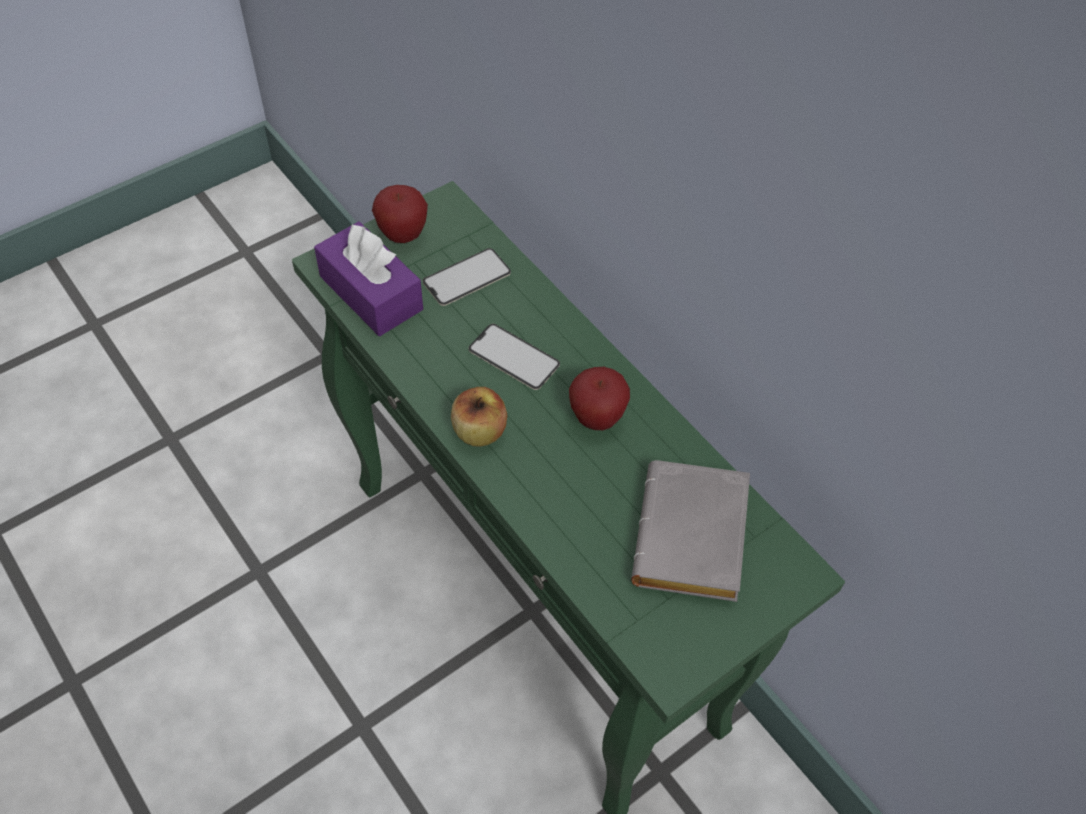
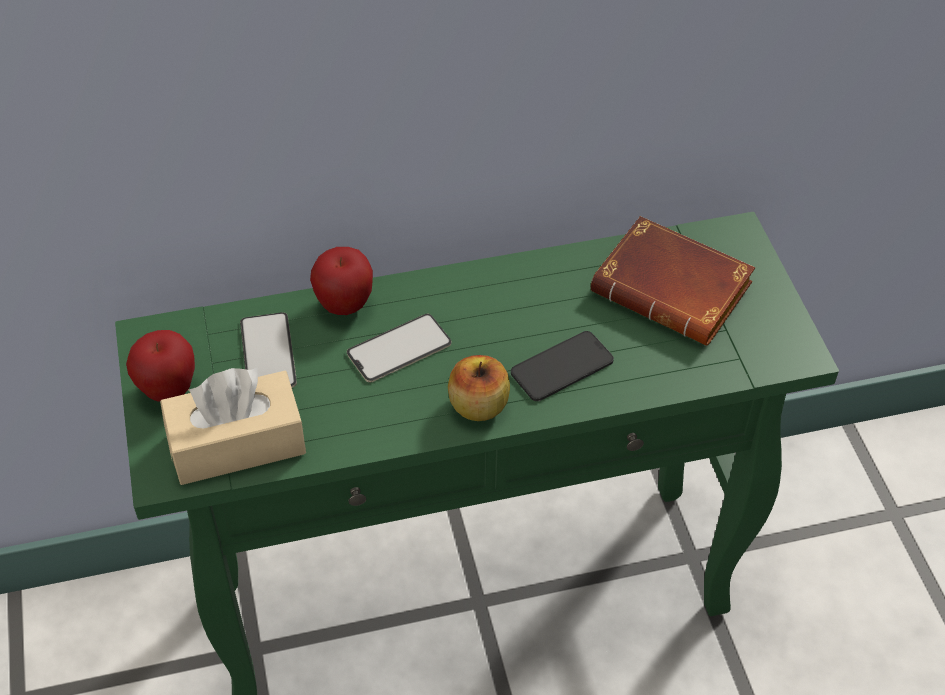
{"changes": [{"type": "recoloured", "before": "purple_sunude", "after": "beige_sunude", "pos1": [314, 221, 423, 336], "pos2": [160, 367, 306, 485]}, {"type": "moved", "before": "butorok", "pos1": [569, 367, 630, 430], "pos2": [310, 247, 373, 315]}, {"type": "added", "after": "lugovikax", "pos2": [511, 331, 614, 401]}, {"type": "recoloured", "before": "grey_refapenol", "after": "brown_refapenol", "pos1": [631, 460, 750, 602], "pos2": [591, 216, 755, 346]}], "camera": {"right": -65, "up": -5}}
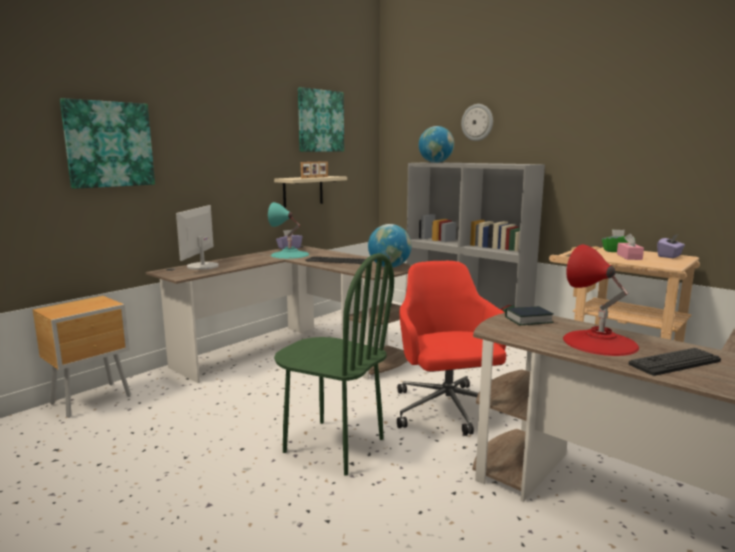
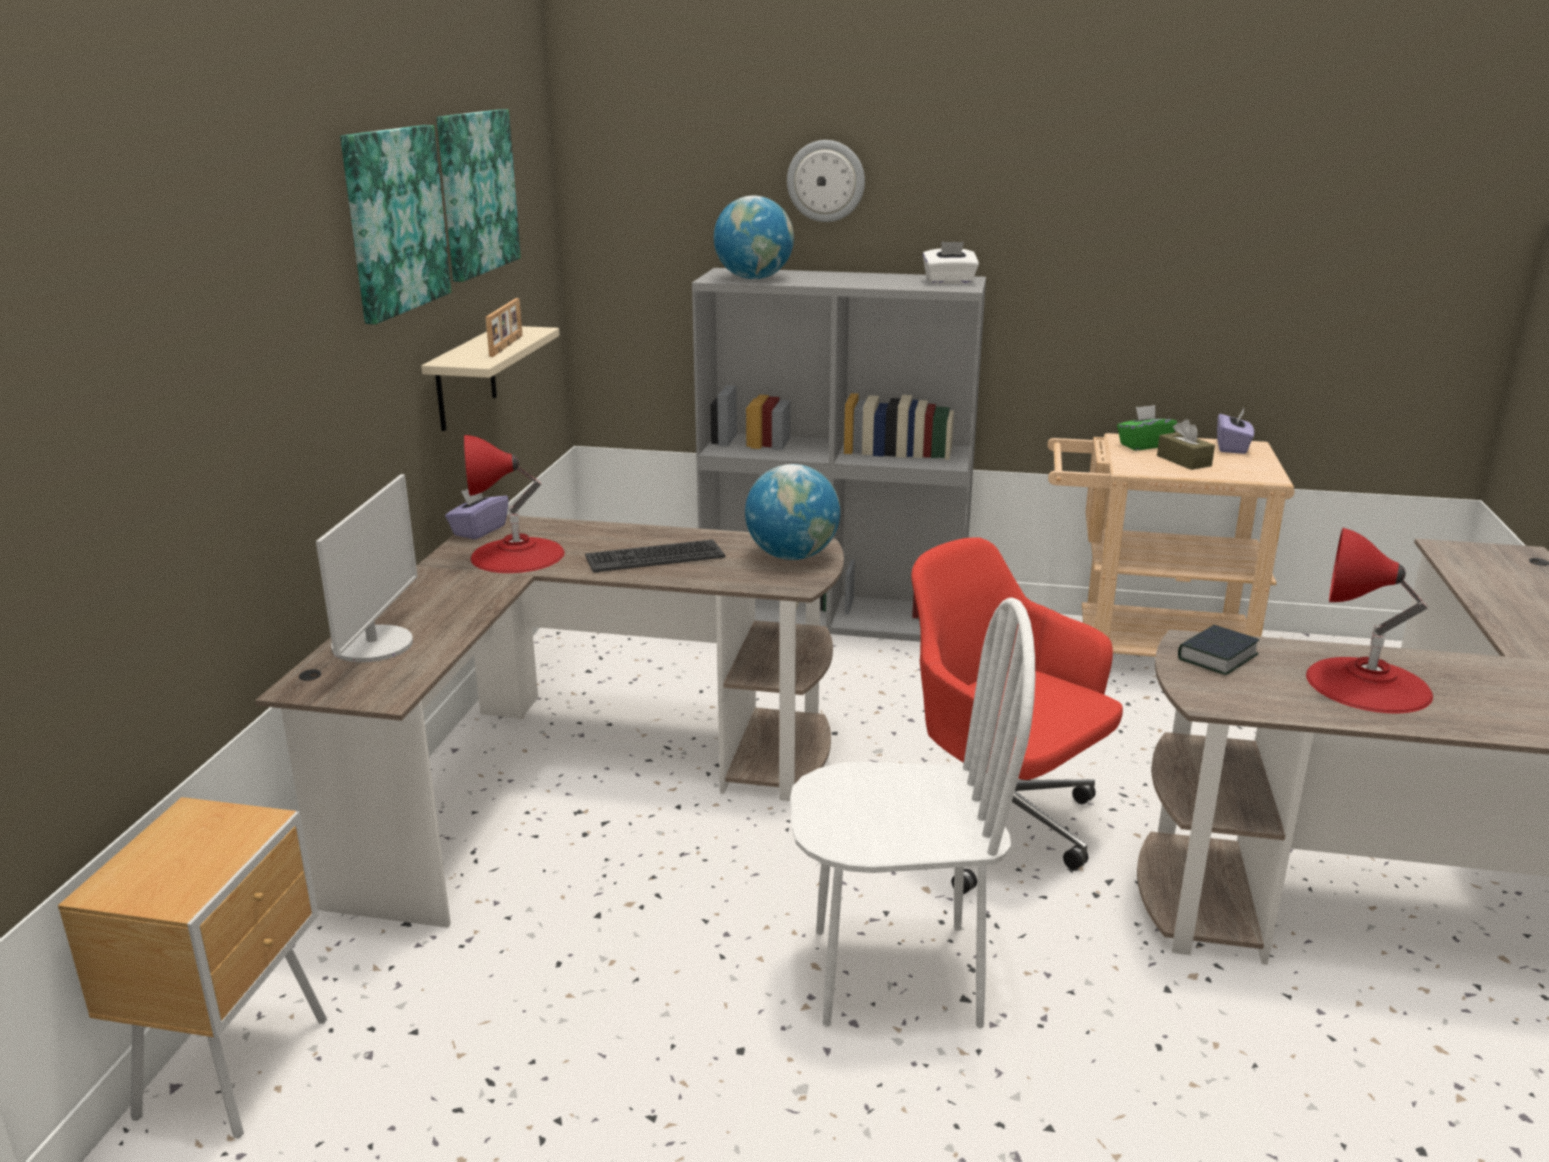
{"changes": [{"type": "turned", "before": "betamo", "pos1": [176, 205, 219, 270], "pos2": [316, 474, 418, 662], "turn": -150}, {"type": "moved", "before": "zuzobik", "pos1": [60, 98, 155, 189], "pos2": [340, 125, 451, 324]}, {"type": "recoloured", "before": "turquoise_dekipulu", "after": "red_dekipulu", "pos1": [268, 202, 309, 259], "pos2": [464, 435, 565, 573]}, {"type": "recoloured", "before": "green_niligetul", "after": "white_niligetul", "pos1": [274, 253, 394, 476], "pos2": [790, 597, 1035, 1028]}, {"type": "added", "after": "white_sunude", "pos2": [923, 241, 979, 284]}, {"type": "recoloured", "before": "pink_sunude", "after": "brown_sunude", "pos1": [617, 233, 644, 260], "pos2": [1157, 419, 1215, 470]}, {"type": "removed", "before": "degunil", "pos1": [628, 348, 721, 376]}], "camera": {"right": -30, "up": 10}}
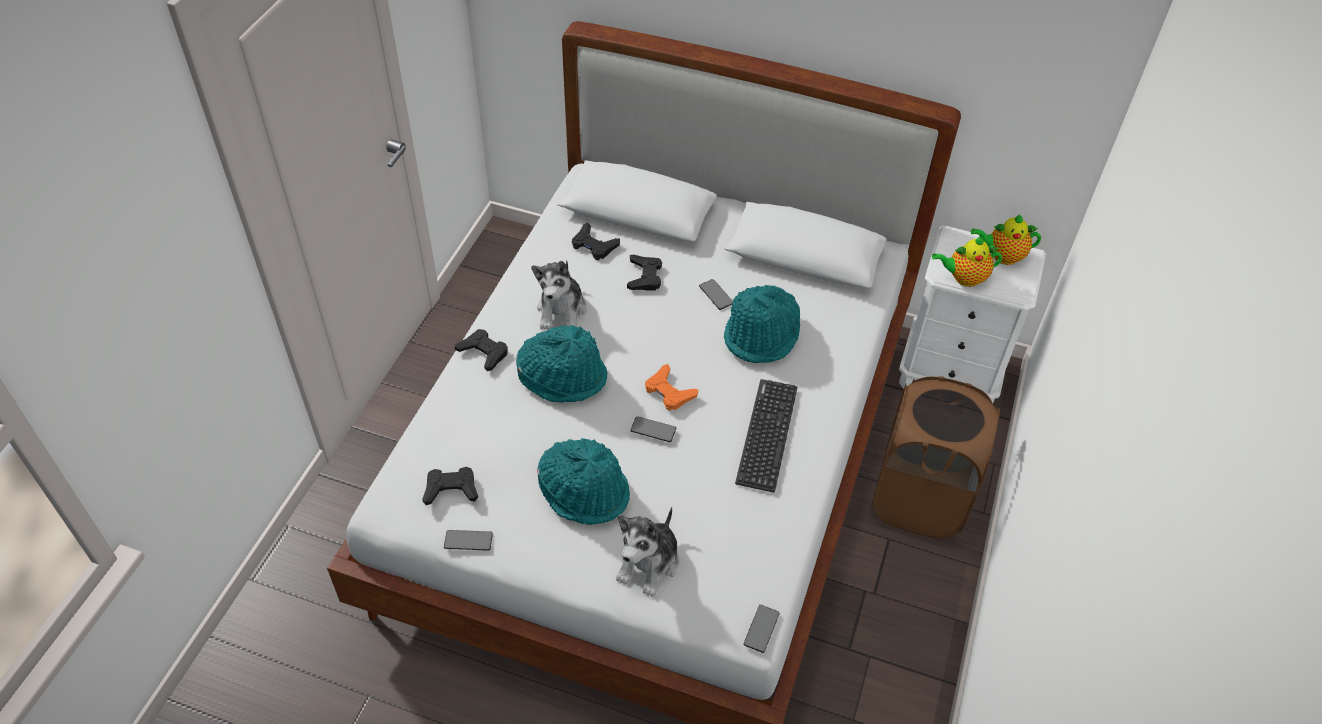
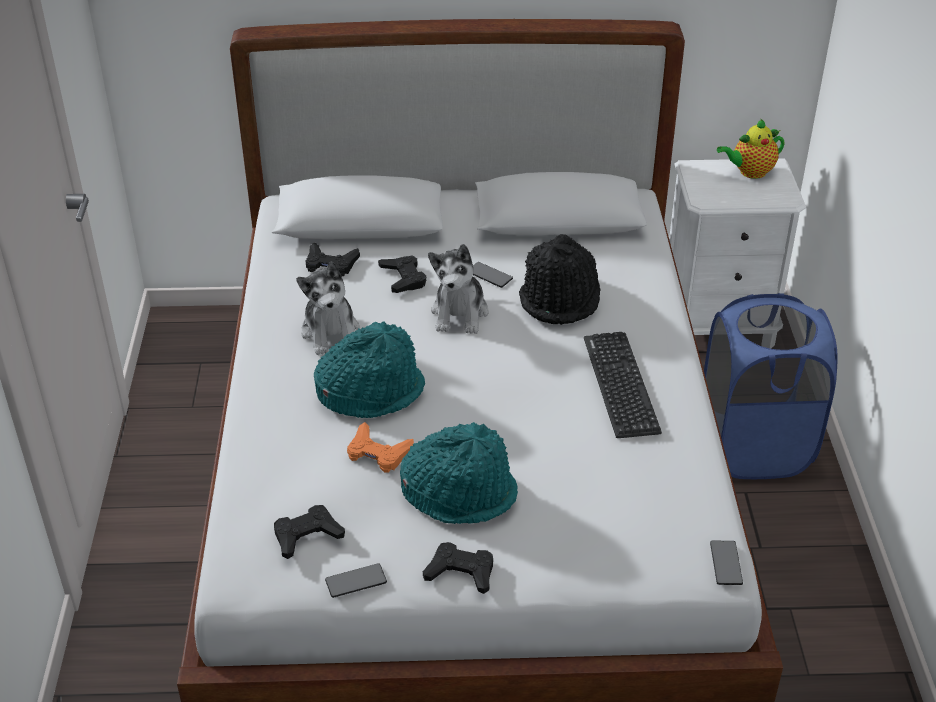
{"changes": [{"type": "moved", "before": "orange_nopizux", "pos1": [645, 364, 698, 411], "pos2": [347, 422, 414, 473]}, {"type": "moved", "before": "black_nopizux", "pos1": [455, 329, 508, 371], "pos2": [423, 542, 493, 594]}, {"type": "moved", "before": "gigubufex", "pos1": [616, 507, 679, 597], "pos2": [428, 244, 489, 334]}, {"type": "recoloured", "before": "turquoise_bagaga", "after": "black_bagaga", "pos1": [724, 285, 800, 363], "pos2": [519, 234, 601, 325]}, {"type": "recoloured", "before": "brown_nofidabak", "after": "blue_nofidabak", "pos1": [871, 376, 1000, 539], "pos2": [704, 293, 838, 479]}, {"type": "removed", "before": "lugovikax", "pos1": [630, 416, 676, 442]}, {"type": "removed", "before": "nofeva", "pos1": [932, 236, 1002, 287]}], "camera": {"right": -20, "up": -10}}
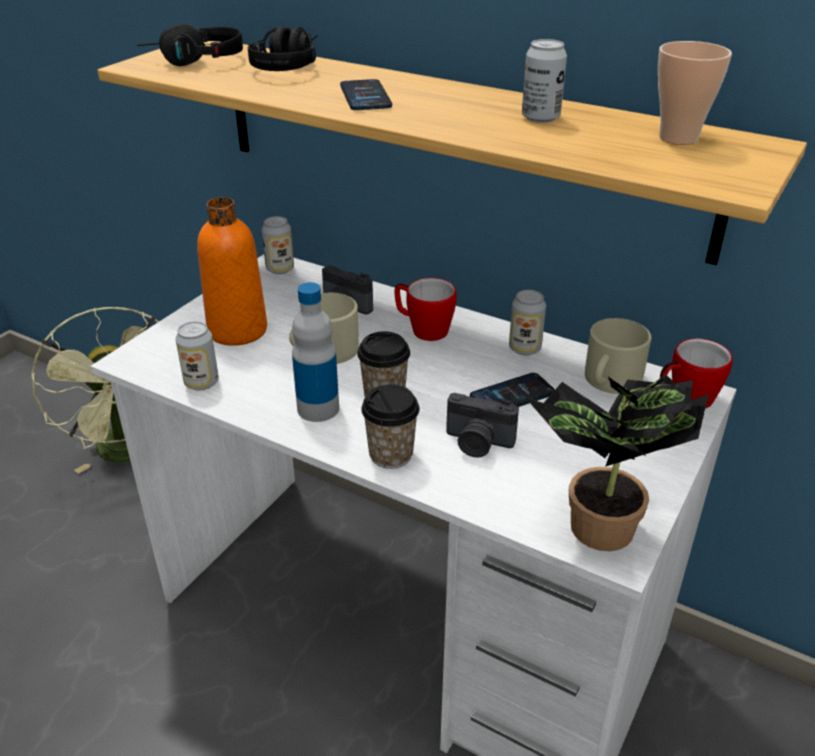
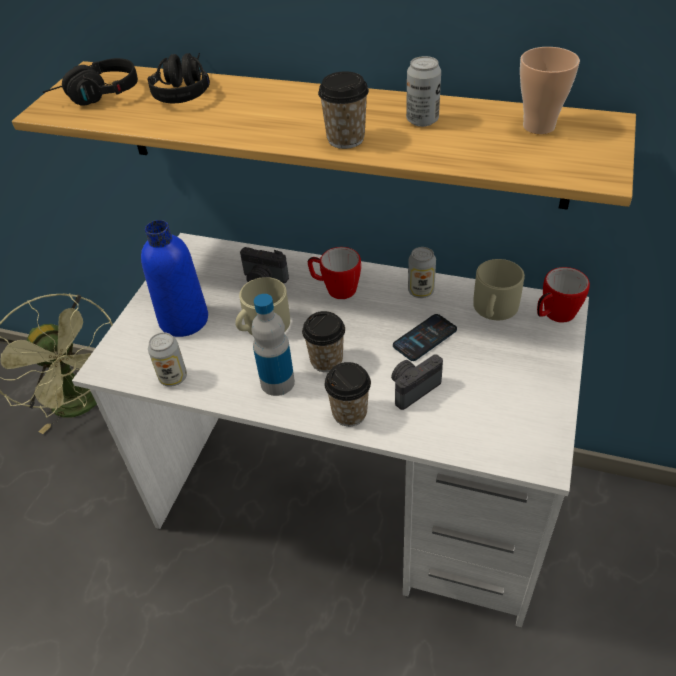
{"changes": [{"type": "recoloured", "before": "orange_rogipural", "after": "blue_rogipural", "pos1": [197, 197, 267, 346], "pos2": [141, 220, 208, 337]}, {"type": "added", "after": "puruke", "pos2": [318, 71, 369, 149]}, {"type": "turned", "before": "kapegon", "pos1": [446, 393, 519, 458], "pos2": [391, 354, 443, 410], "turn": 135}, {"type": "removed", "before": "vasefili", "pos1": [262, 216, 294, 274]}, {"type": "removed", "before": "lugovikax", "pos1": [340, 79, 392, 110]}, {"type": "removed", "before": "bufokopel", "pos1": [526, 374, 709, 551]}], "camera": {"right": -10, "up": 10}}
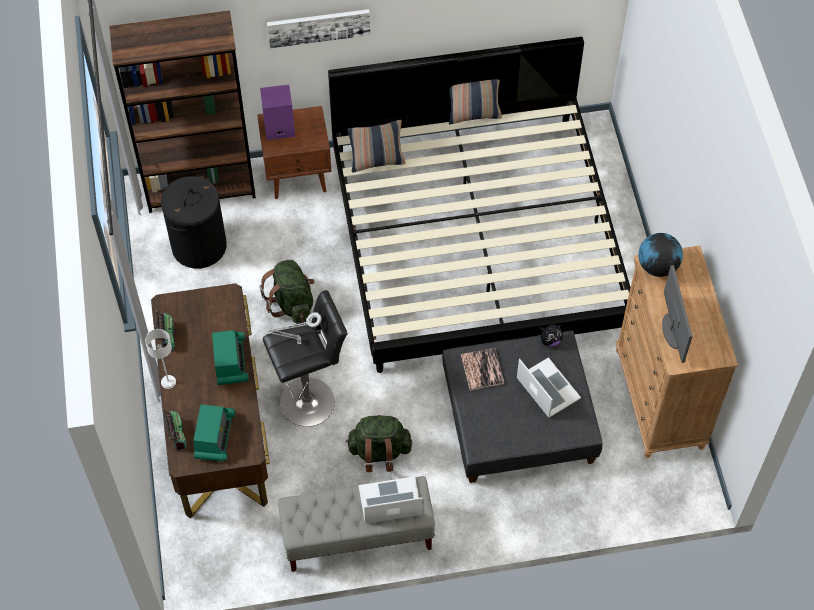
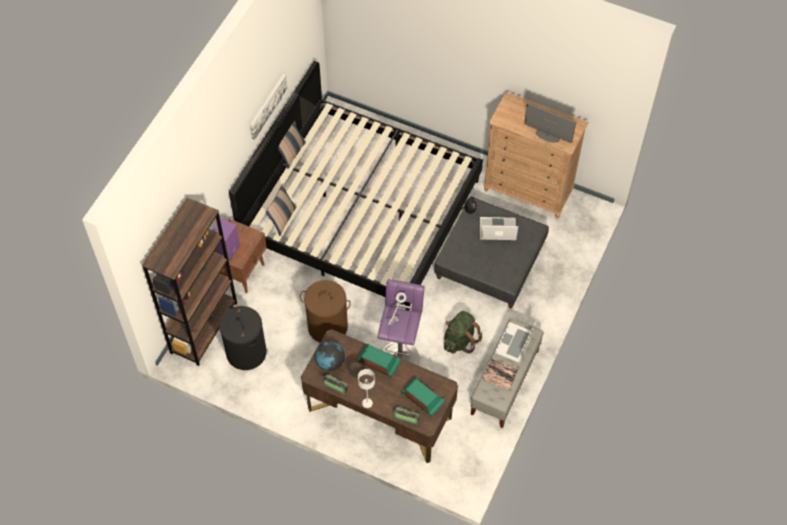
{"changes": [{"type": "moved", "before": "zuzobik", "pos1": [267, 9, 370, 48], "pos2": [250, 74, 287, 140]}, {"type": "replaced", "before": "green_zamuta", "after": "brown_nofidabak", "pos1": [260, 260, 315, 323], "pos2": [300, 280, 351, 343]}, {"type": "moved", "before": "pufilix", "pos1": [639, 233, 683, 277], "pos2": [315, 341, 345, 371]}, {"type": "recoloured", "before": "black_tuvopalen", "after": "purple_tuvopalen", "pos1": [263, 290, 348, 427], "pos2": [377, 279, 425, 365]}, {"type": "moved", "before": "refapenol", "pos1": [461, 348, 504, 390], "pos2": [482, 359, 518, 390]}], "camera": {"right": -55, "up": 0}}
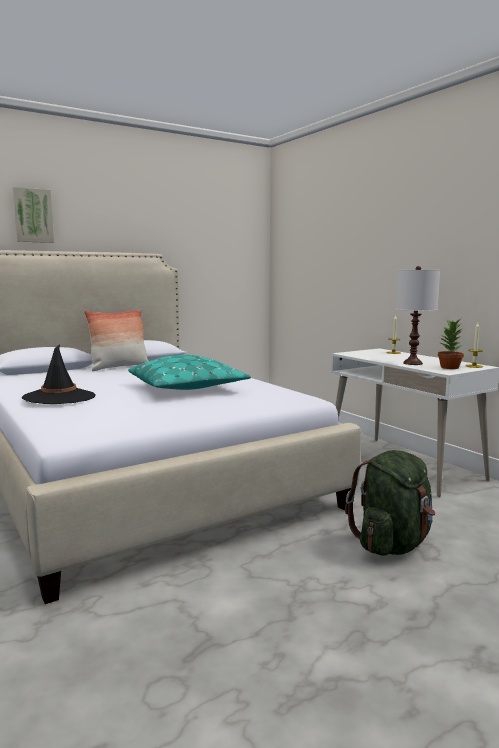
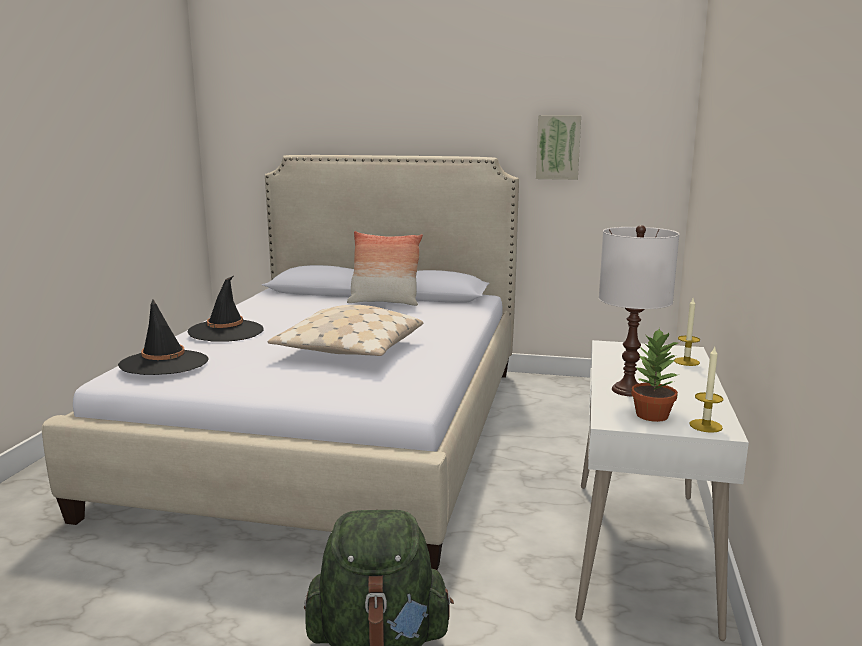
{"changes": [{"type": "added", "after": "black_bagaga", "pos2": [118, 299, 209, 375]}, {"type": "recoloured", "before": "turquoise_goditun", "after": "beige_goditun", "pos1": [128, 355, 251, 390], "pos2": [268, 305, 423, 356]}, {"type": "moved", "before": "zuzobik", "pos1": [13, 187, 54, 243], "pos2": [536, 116, 581, 180]}], "camera": {"right": 45, "up": 5}}
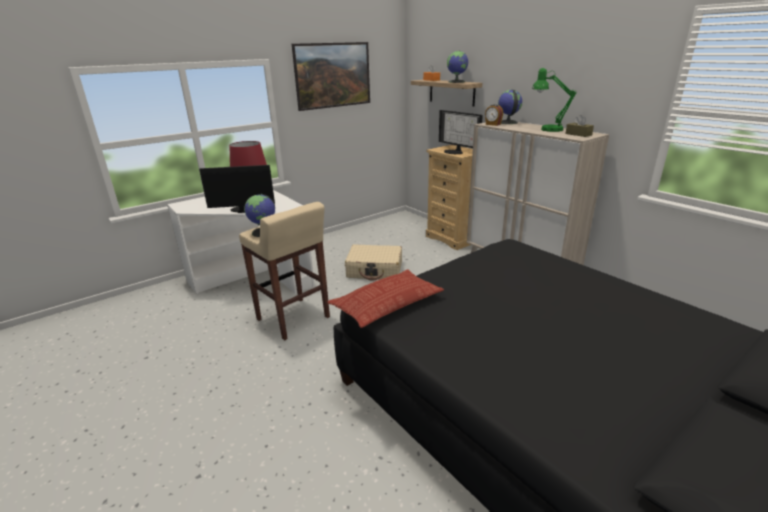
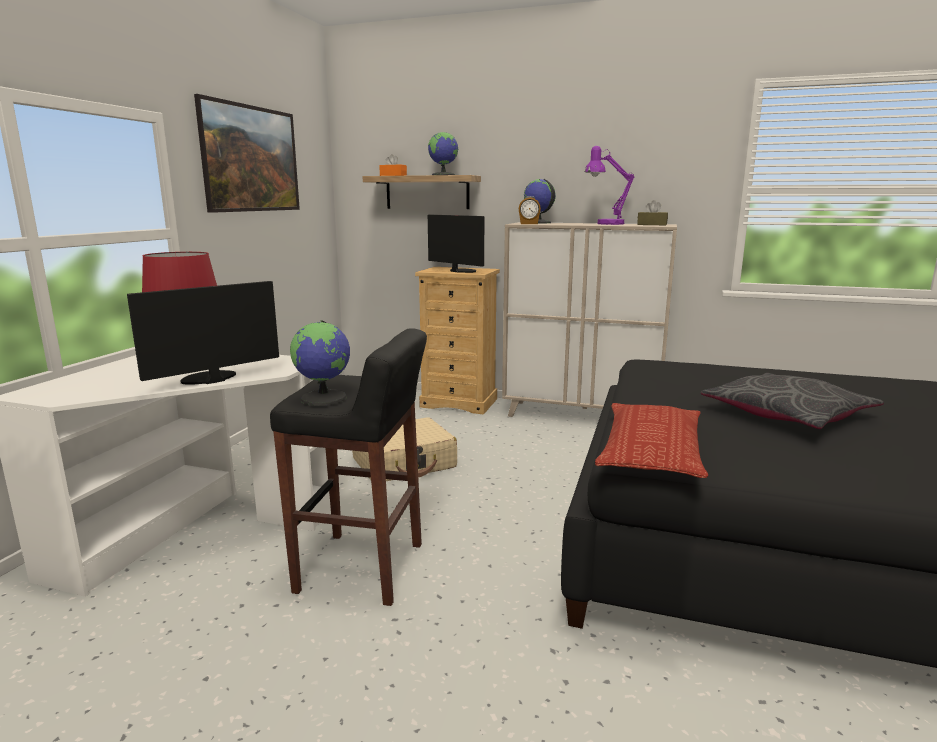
{"changes": [{"type": "recoloured", "before": "beige_tuvopalen", "after": "black_tuvopalen", "pos1": [239, 202, 330, 340], "pos2": [270, 328, 427, 606]}, {"type": "turned", "before": "betamo", "pos1": [439, 110, 483, 154], "pos2": [428, 215, 484, 273], "turn": -150}, {"type": "recoloured", "before": "green_dekipulu", "after": "purple_dekipulu", "pos1": [532, 68, 576, 132], "pos2": [585, 146, 634, 225]}, {"type": "added", "after": "grey_goditun", "pos2": [701, 373, 884, 429]}], "camera": {"right": -35, "up": -10}}
